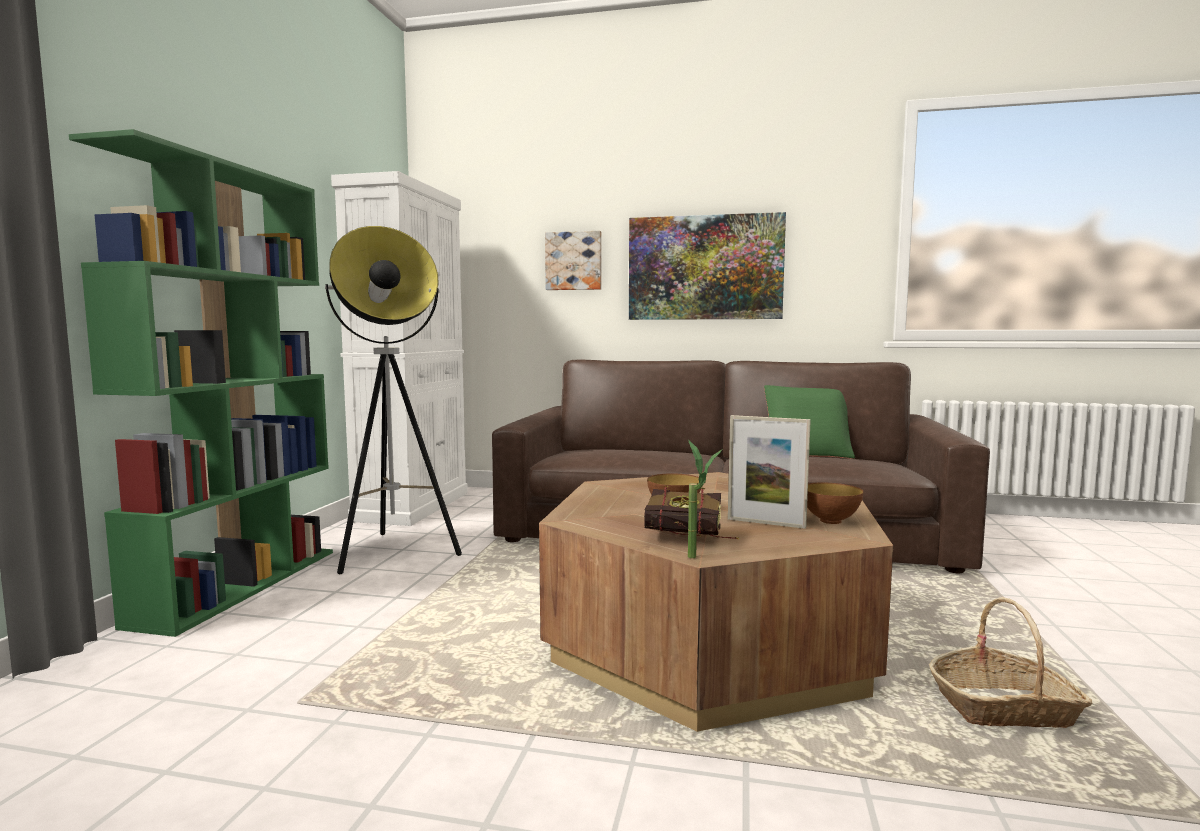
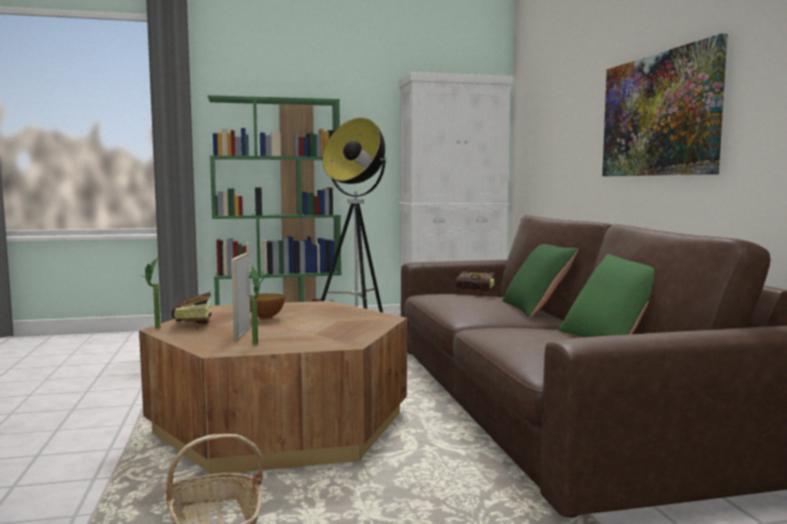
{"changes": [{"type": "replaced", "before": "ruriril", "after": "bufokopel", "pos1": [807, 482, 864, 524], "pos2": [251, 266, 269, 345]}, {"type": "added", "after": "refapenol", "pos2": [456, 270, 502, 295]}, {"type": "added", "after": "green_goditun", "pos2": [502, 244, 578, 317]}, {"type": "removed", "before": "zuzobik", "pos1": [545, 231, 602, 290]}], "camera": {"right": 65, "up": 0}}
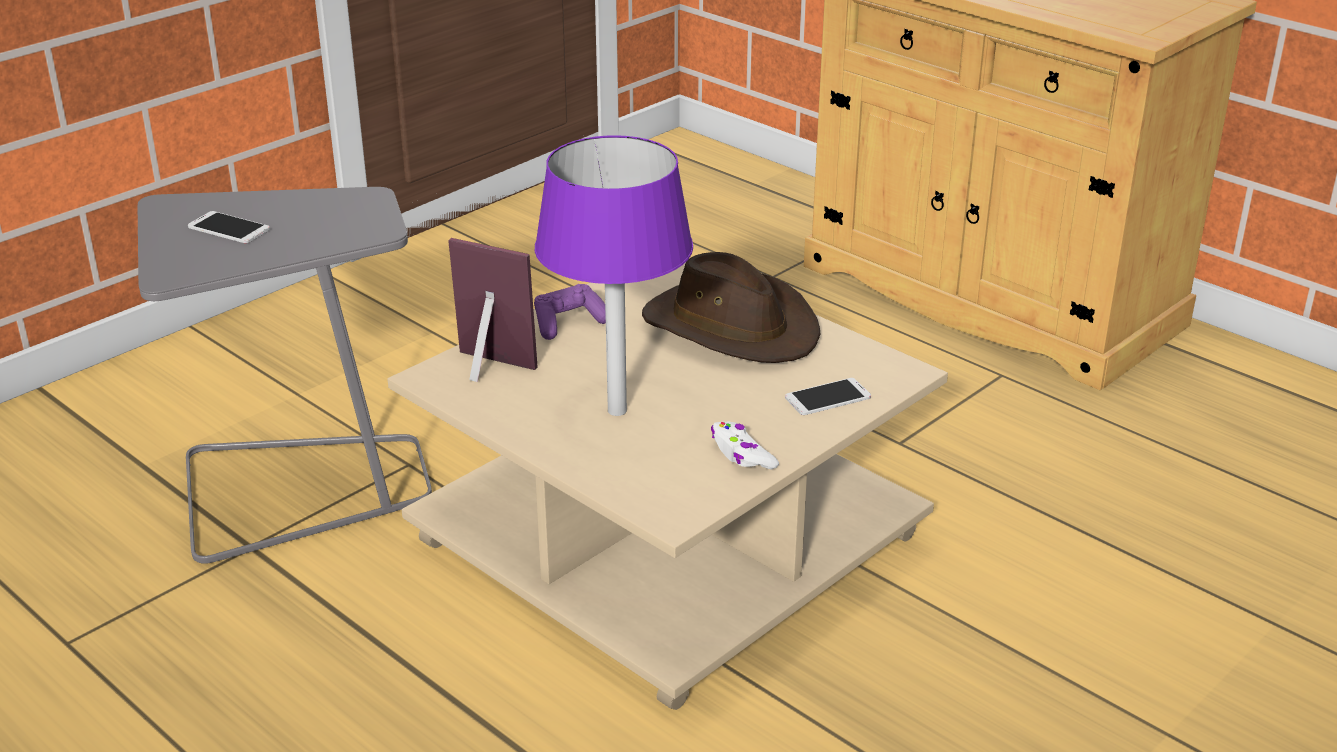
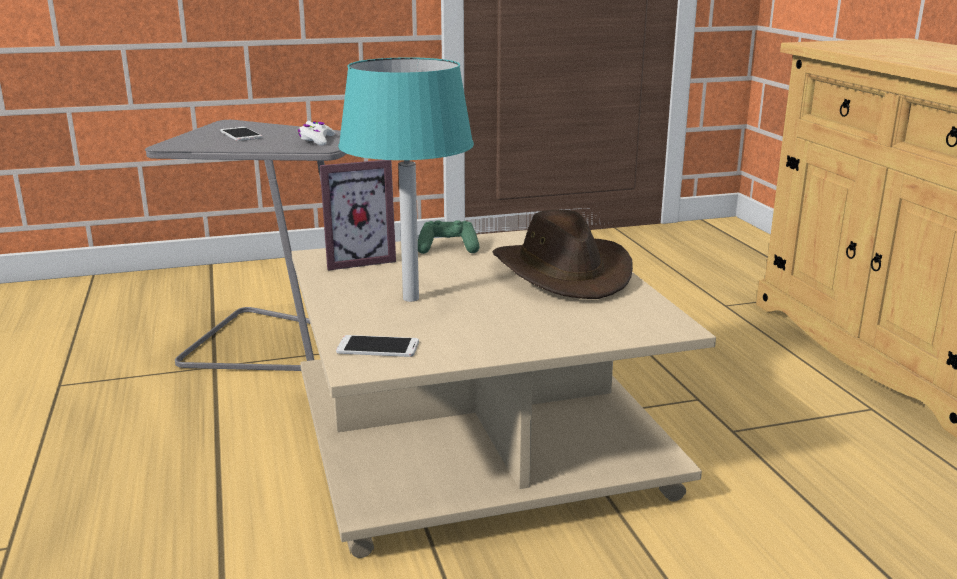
{"changes": [{"type": "moved", "before": "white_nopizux", "pos1": [711, 422, 779, 470], "pos2": [298, 121, 336, 146]}, {"type": "turned", "before": "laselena", "pos1": [448, 238, 538, 382], "pos2": [320, 160, 396, 271], "turn": 105}, {"type": "moved", "before": "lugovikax", "pos1": [785, 378, 871, 415], "pos2": [336, 335, 419, 357]}, {"type": "recoloured", "before": "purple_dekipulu", "after": "turquoise_dekipulu", "pos1": [535, 135, 693, 416], "pos2": [338, 57, 474, 302]}, {"type": "recoloured", "before": "purple_nopizux", "after": "green_nopizux", "pos1": [534, 284, 606, 340], "pos2": [418, 220, 480, 254]}], "camera": {"right": 30, "up": -10}}
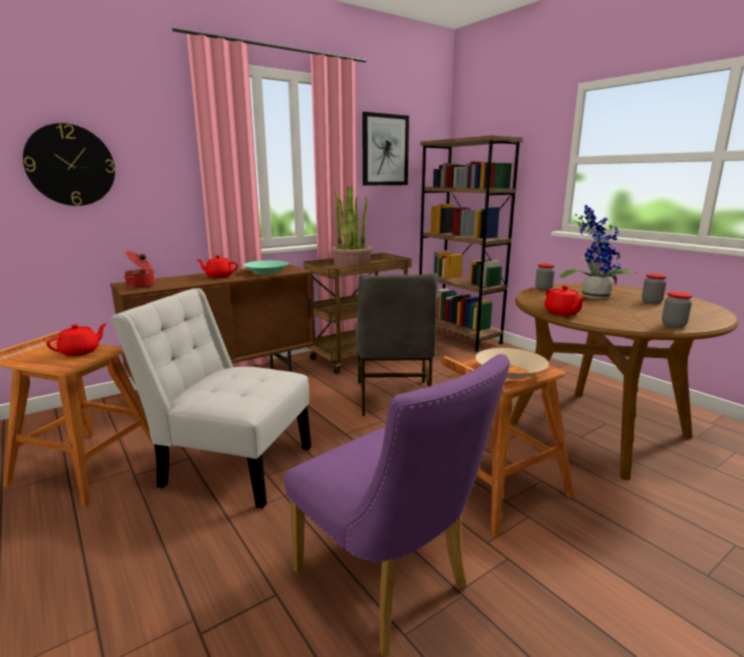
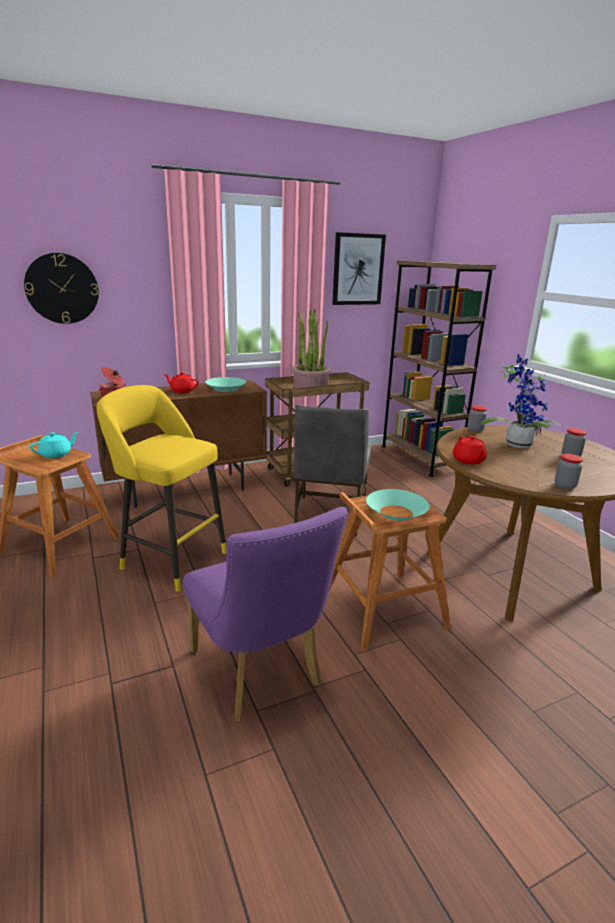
{"changes": [{"type": "recoloured", "before": "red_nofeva", "after": "turquoise_nofeva", "pos1": [46, 323, 107, 356], "pos2": [30, 432, 79, 458]}, {"type": "replaced", "before": "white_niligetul", "after": "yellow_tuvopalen", "pos1": [111, 288, 311, 508], "pos2": [96, 385, 226, 592]}, {"type": "recoloured", "before": "beige_ruriril", "after": "turquoise_ruriril", "pos1": [476, 348, 549, 379], "pos2": [366, 489, 429, 521]}], "camera": {"right": 10, "up": 5}}
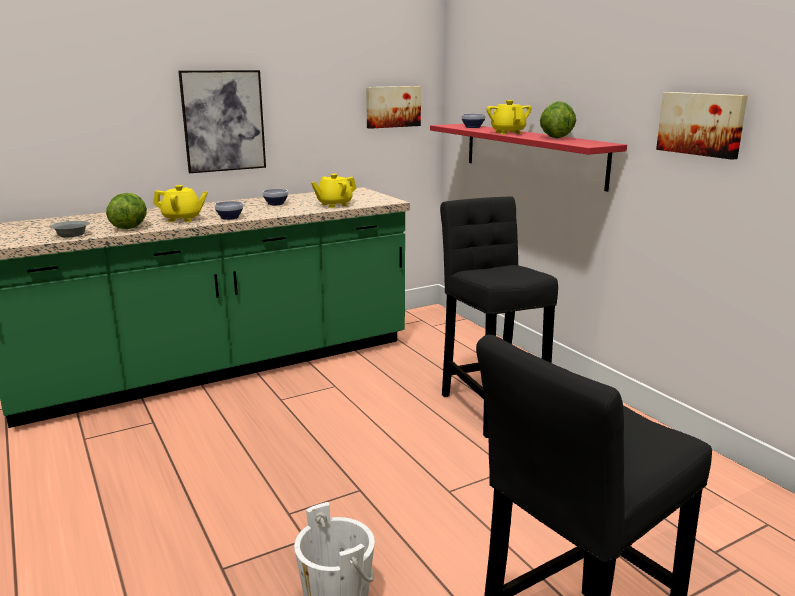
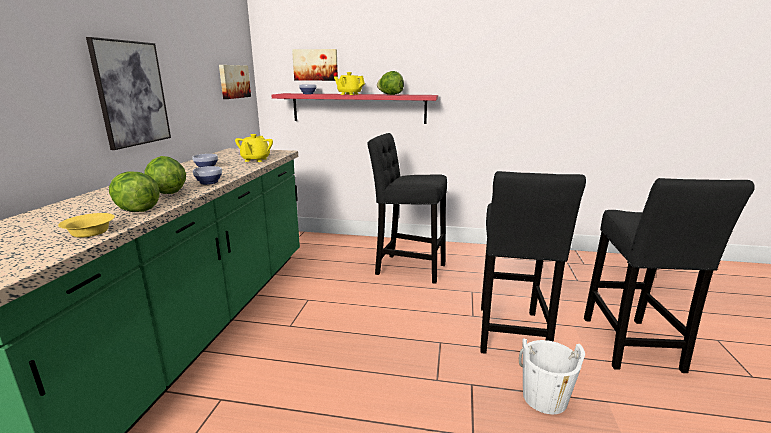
{"changes": [{"type": "recoloured", "before": "grey_ruriril", "after": "yellow_ruriril", "pos1": [50, 221, 90, 237], "pos2": [58, 213, 115, 238]}, {"type": "replaced", "before": "yellow_nofeva", "after": "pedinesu", "pos1": [153, 185, 208, 222], "pos2": [144, 156, 186, 194]}, {"type": "moved", "before": "zuzobik", "pos1": [656, 92, 748, 160], "pos2": [292, 49, 338, 81]}, {"type": "added", "after": "black_tuvopalen", "pos2": [480, 171, 586, 354]}], "camera": {"right": -50, "up": 0}}
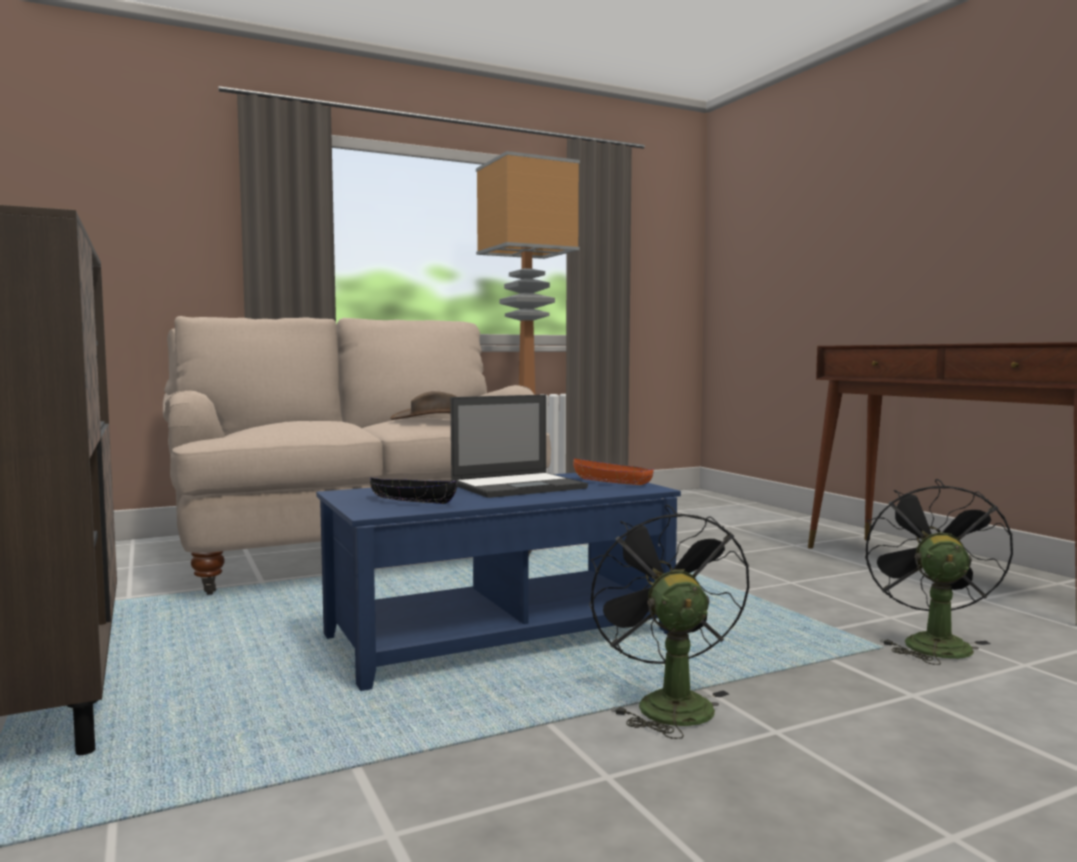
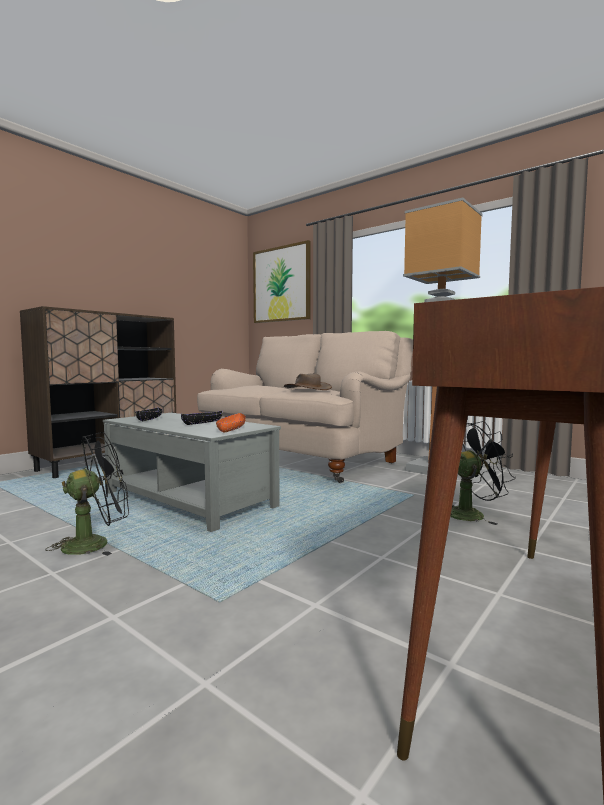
{"changes": [{"type": "recoloured", "before": "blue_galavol", "after": "grey_galavol", "pos1": [316, 473, 681, 691], "pos2": [103, 413, 281, 532]}, {"type": "replaced", "before": "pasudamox", "after": "black_ruriril", "pos1": [450, 395, 588, 498], "pos2": [181, 411, 223, 425]}, {"type": "added", "after": "zuzobik", "pos2": [253, 240, 311, 323]}, {"type": "moved", "before": "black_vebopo", "pos1": [865, 479, 1013, 665], "pos2": [450, 421, 516, 525]}], "camera": {"right": 65, "up": 0}}
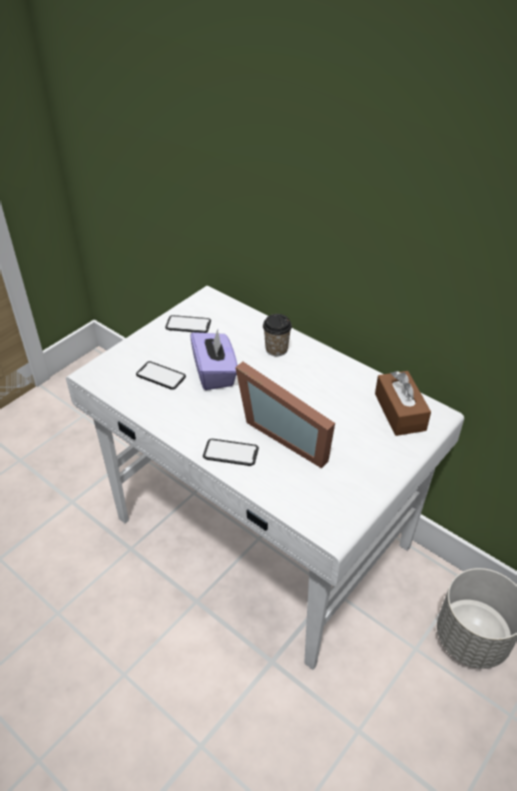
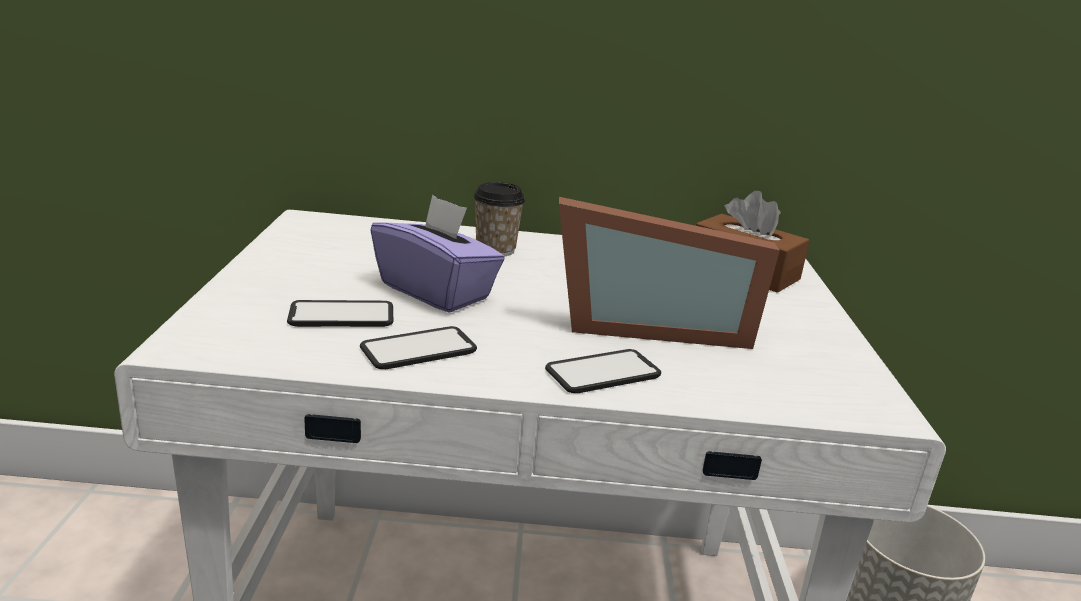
{"changes": [{"type": "moved", "before": "lugovikax", "pos1": [165, 315, 211, 333], "pos2": [360, 326, 477, 369]}], "camera": {"right": -40, "up": -20}}
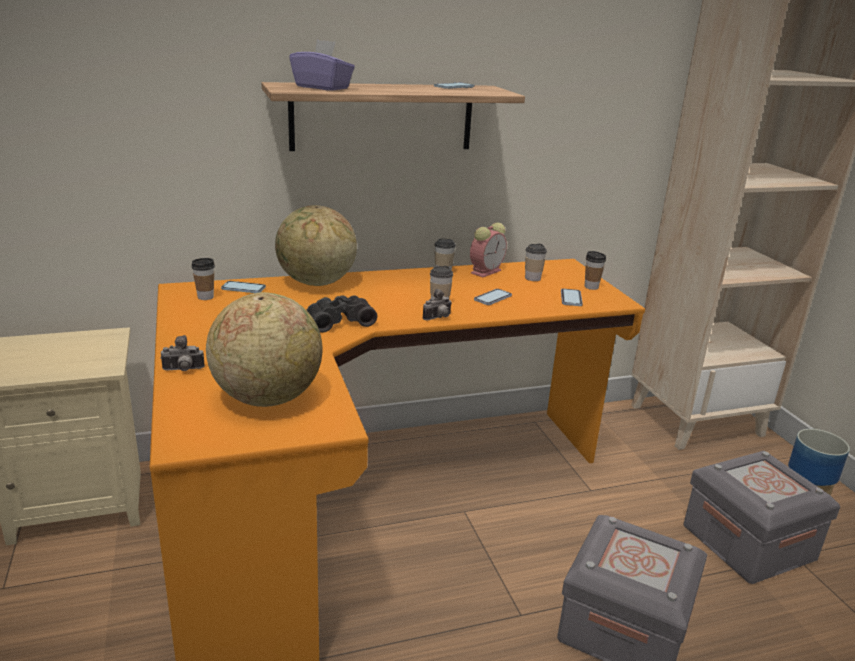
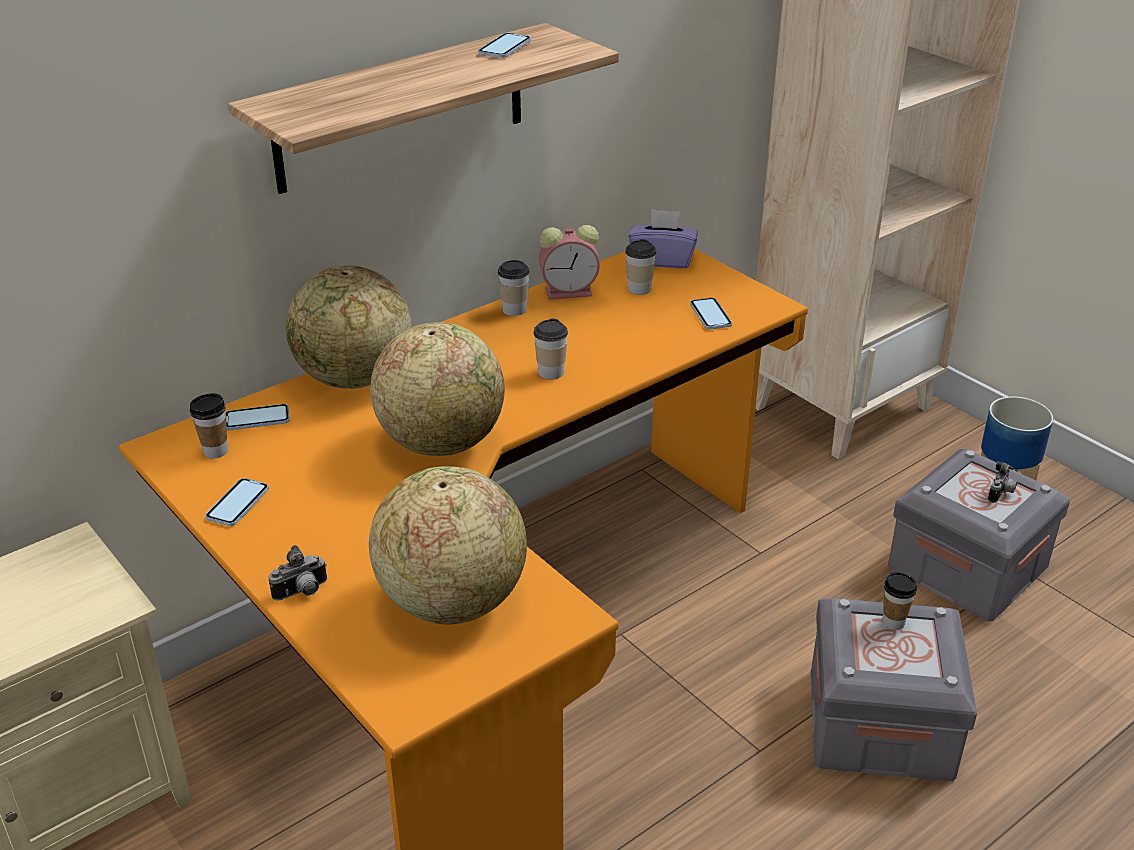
{"changes": [{"type": "moved", "before": "lugovikax", "pos1": [474, 289, 512, 305], "pos2": [205, 478, 269, 526]}, {"type": "replaced", "before": "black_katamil", "after": "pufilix", "pos1": [306, 295, 377, 333], "pos2": [370, 322, 505, 456]}, {"type": "turned", "before": "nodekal", "pos1": [470, 223, 507, 278], "pos2": [539, 225, 600, 300], "turn": 60}, {"type": "moved", "before": "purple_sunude", "pos1": [289, 40, 355, 91], "pos2": [628, 209, 698, 269]}, {"type": "moved", "before": "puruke", "pos1": [585, 251, 606, 290], "pos2": [882, 572, 917, 630]}, {"type": "moved", "before": "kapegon", "pos1": [423, 289, 451, 321], "pos2": [988, 461, 1017, 503]}], "camera": {"right": -20, "up": 10}}
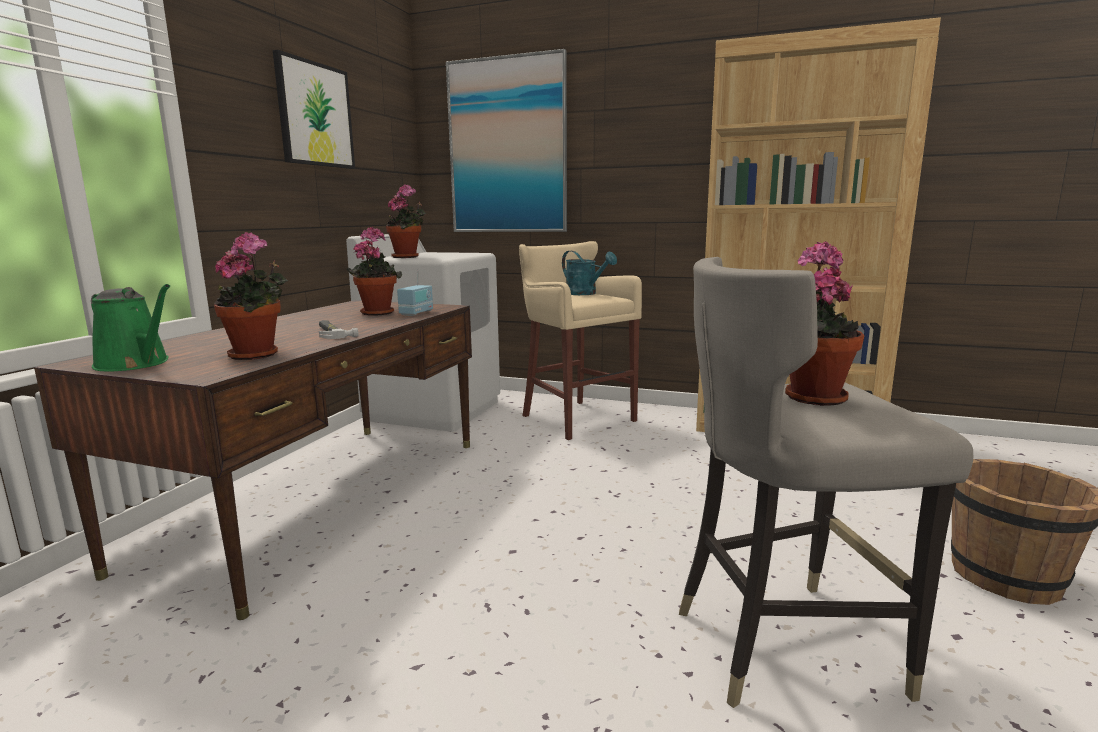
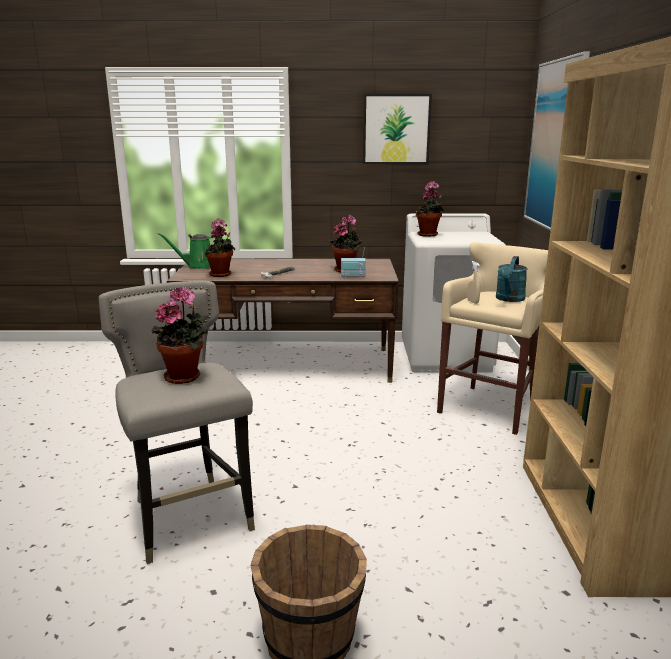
{"changes": [{"type": "turned", "before": "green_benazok", "pos1": [91, 284, 170, 371], "pos2": [158, 233, 211, 269], "turn": 60}, {"type": "added", "after": "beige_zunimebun", "pos2": [467, 261, 480, 304]}], "camera": {"right": 70, "up": 5}}
